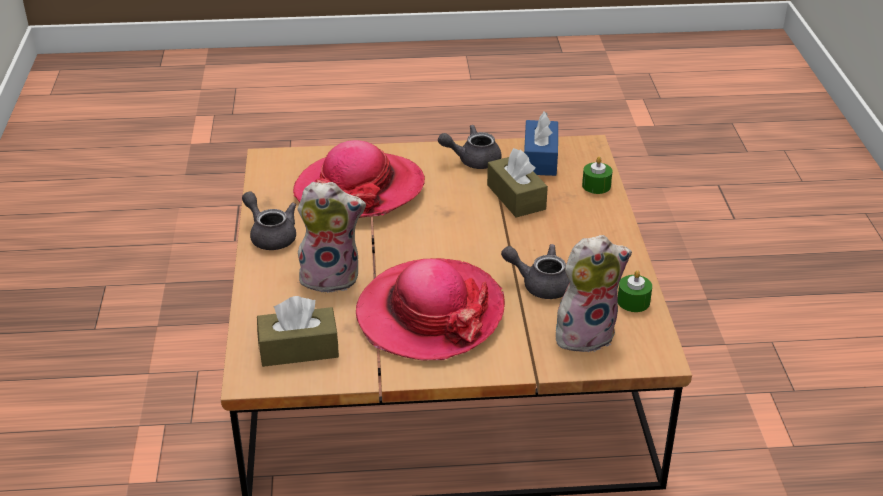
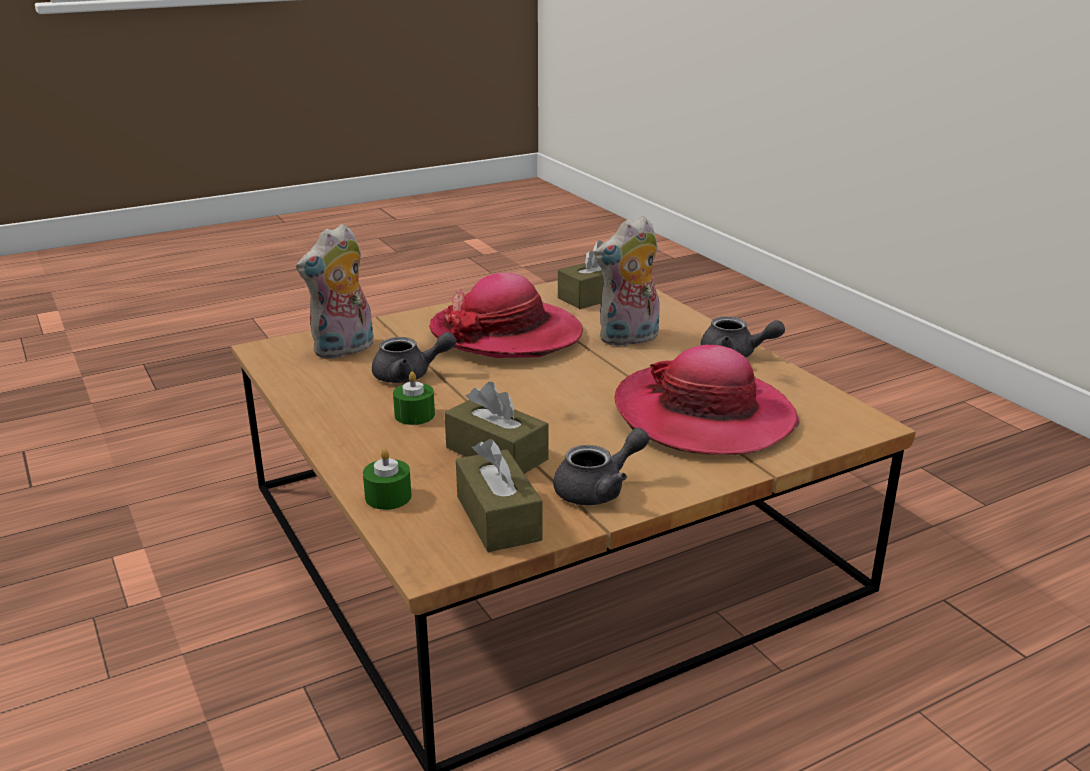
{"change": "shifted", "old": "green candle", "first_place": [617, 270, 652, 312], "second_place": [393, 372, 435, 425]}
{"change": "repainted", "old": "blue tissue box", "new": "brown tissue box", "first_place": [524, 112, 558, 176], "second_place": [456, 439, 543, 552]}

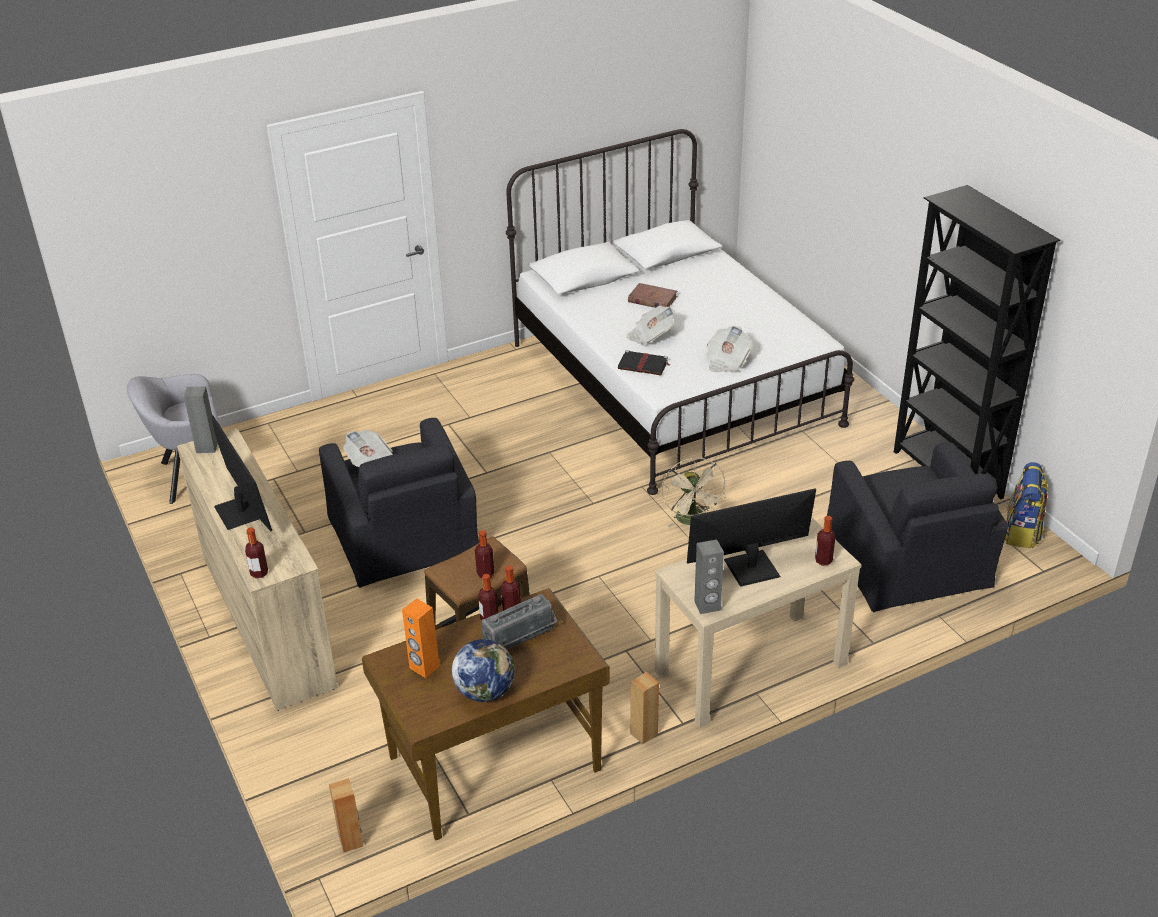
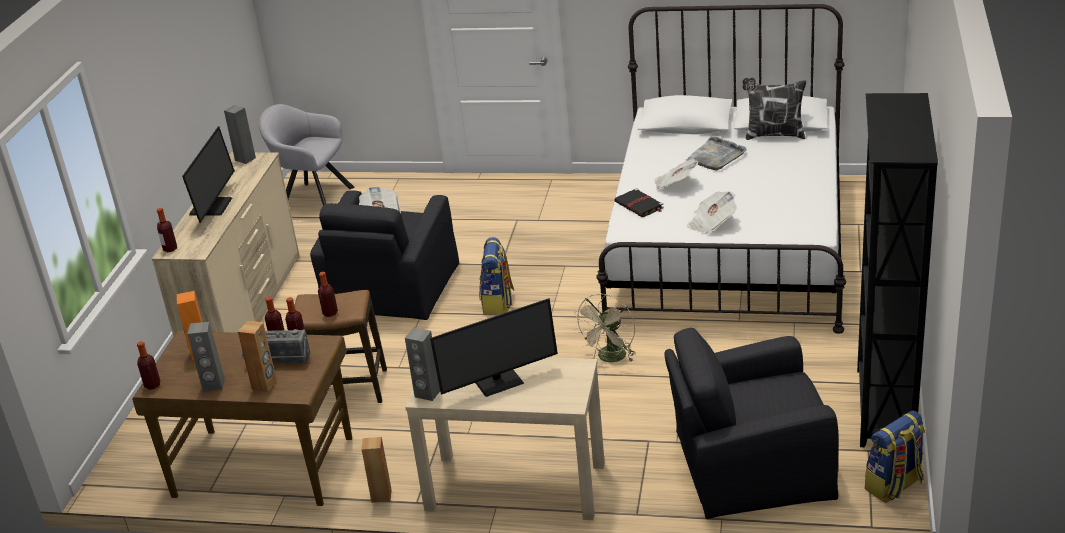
{"change": "new", "new": "backpack", "second_place": [479, 237, 514, 314]}
{"change": "new", "new": "pillow", "second_place": [743, 78, 806, 140]}
{"change": "shifted", "old": "brown speaker", "first_place": [329, 778, 363, 852], "second_place": [238, 321, 277, 392]}
{"change": "shifted", "old": "bottle", "first_place": [815, 516, 835, 565], "second_place": [137, 341, 161, 390]}
{"change": "swapped", "old": "globe", "new": "grey speaker", "first_place": [452, 639, 515, 702], "second_place": [187, 322, 225, 391]}
{"change": "swapped", "old": "brown book", "new": "grey tray", "first_place": [628, 283, 677, 308], "second_place": [686, 136, 747, 170]}
{"change": "rotated", "old": "monitor", "first_place": [687, 488, 816, 587], "second_place": [430, 298, 558, 397], "degrees": 135}
{"change": "rotated", "old": "black armchair", "first_place": [827, 442, 1008, 612], "second_place": [664, 328, 838, 519], "degrees": 60}

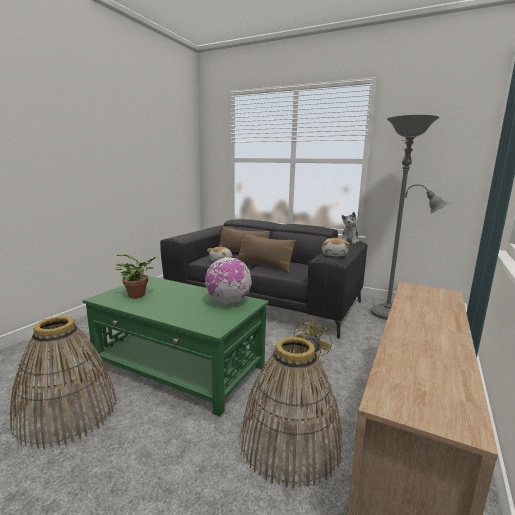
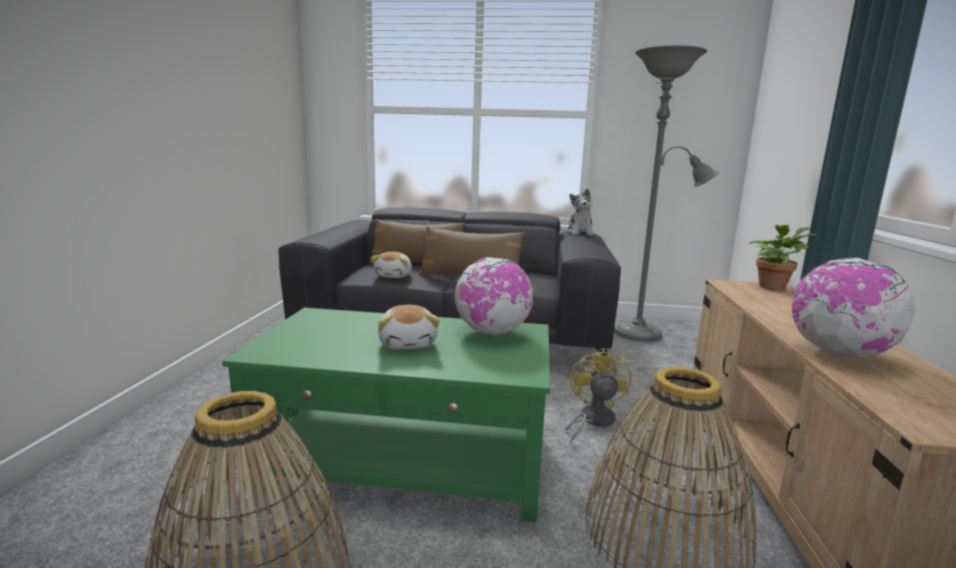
{"change": "new", "new": "globe", "second_place": [792, 258, 916, 358]}
{"change": "shifted", "old": "potted plant", "first_place": [115, 254, 159, 298], "second_place": [749, 224, 816, 290]}
{"change": "shifted", "old": "plush toy", "first_place": [322, 238, 350, 256], "second_place": [378, 305, 440, 350]}

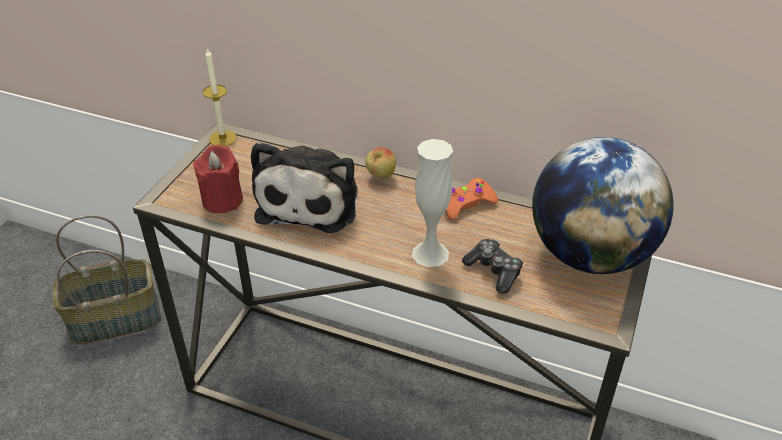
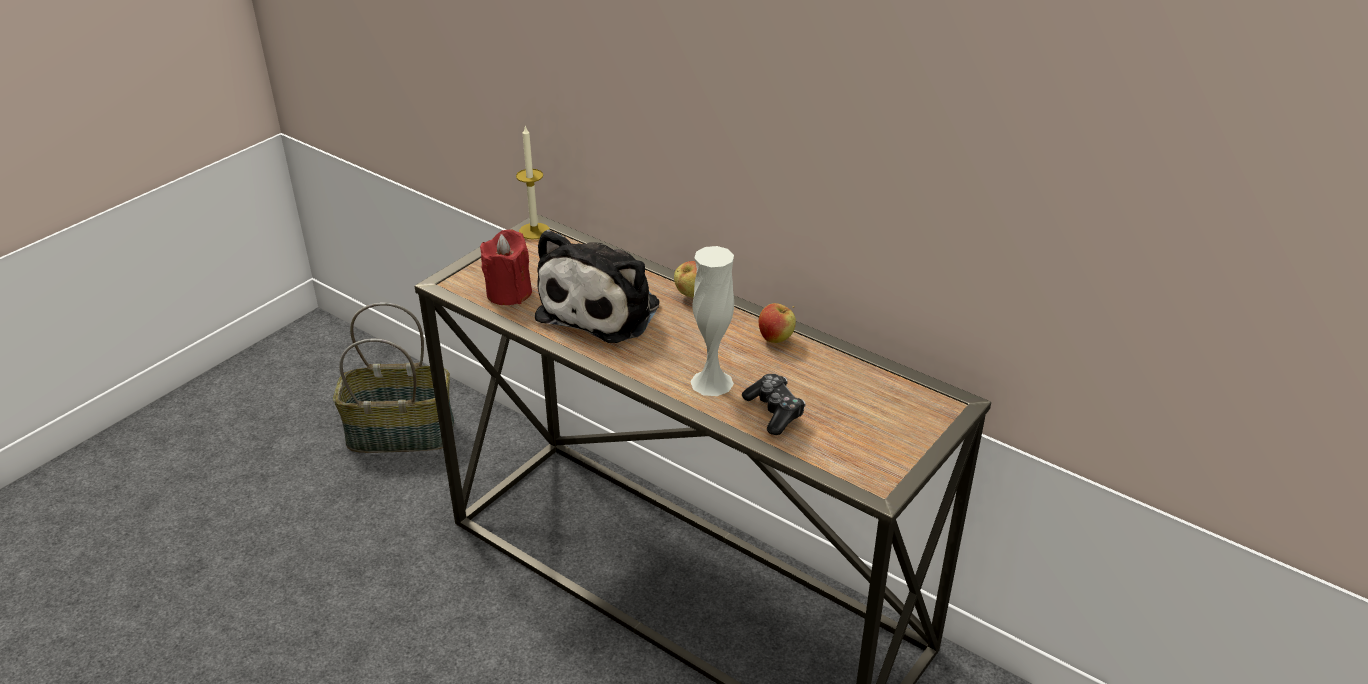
{"change": "gone", "old": "globe", "first_place": [532, 137, 674, 274]}
{"change": "swapped", "old": "orange game controller", "new": "apple", "first_place": [446, 178, 498, 220], "second_place": [759, 303, 796, 343]}

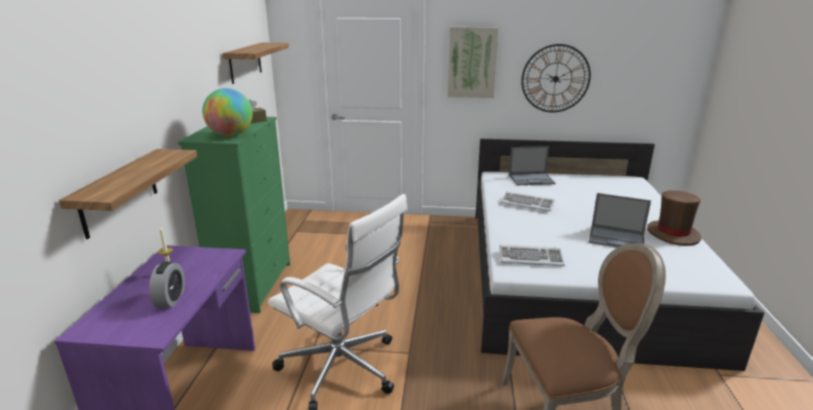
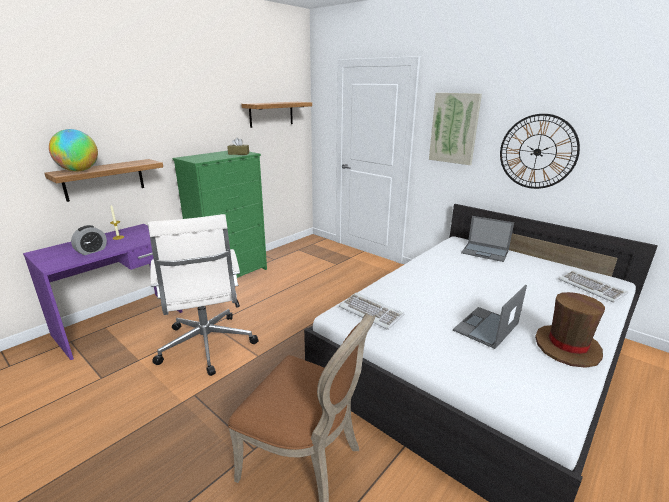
{"change": "shifted", "old": "globe", "first_place": [202, 88, 253, 136], "second_place": [49, 129, 98, 171]}
{"change": "shifted", "old": "keyboard", "first_place": [501, 192, 555, 211], "second_place": [559, 270, 628, 303]}
{"change": "rotated", "old": "laptop", "first_place": [589, 193, 651, 248], "second_place": [453, 285, 527, 349], "degrees": 75}

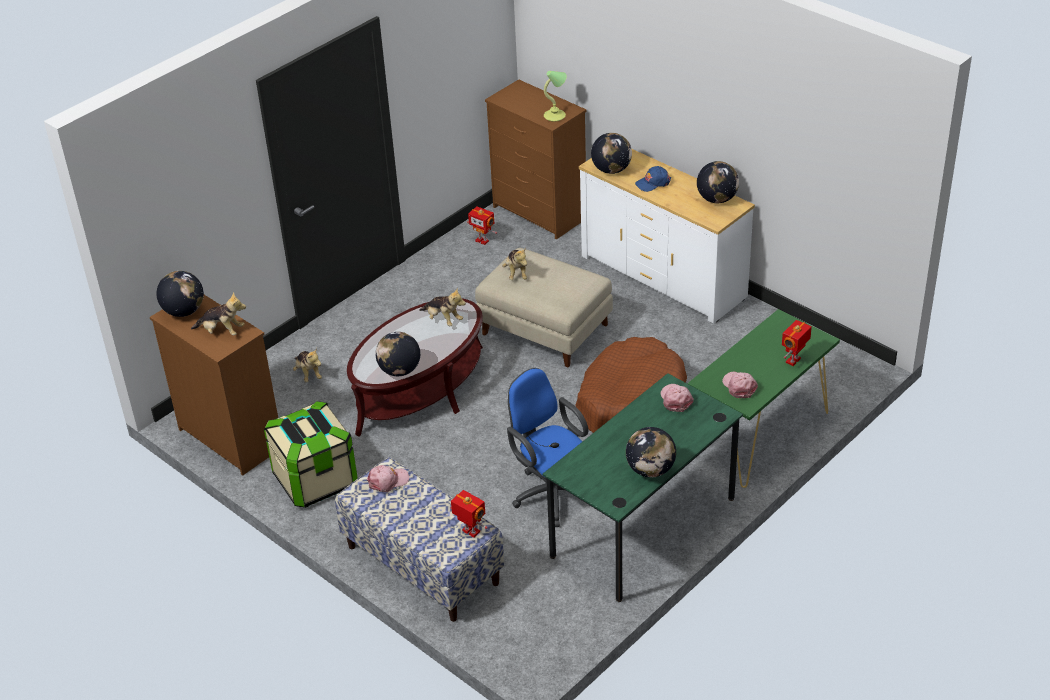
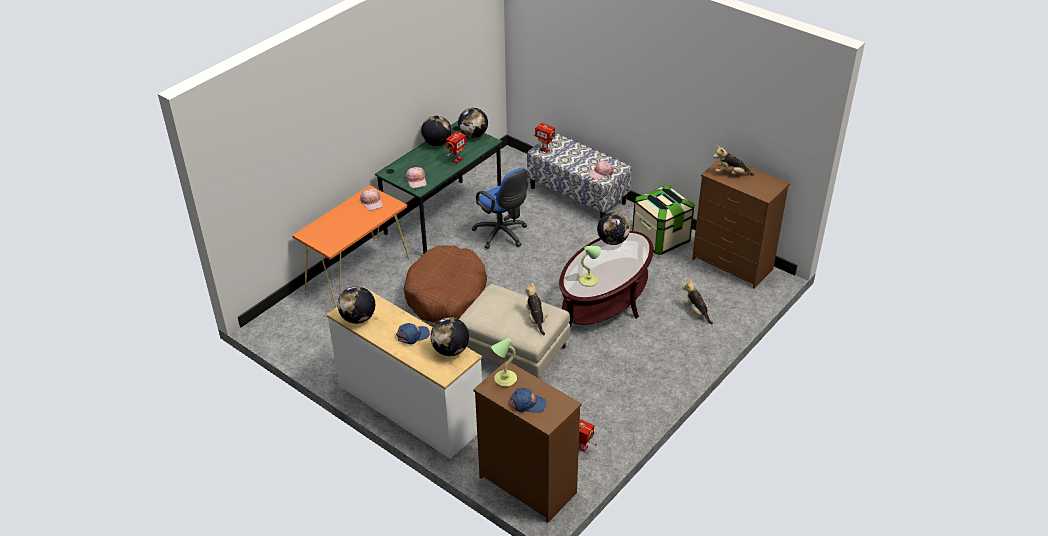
{"change": "new", "new": "blue cap", "second_place": [510, 388, 546, 413]}
{"change": "shifted", "old": "globe", "first_place": [156, 271, 204, 317], "second_place": [458, 108, 488, 138]}
{"change": "shifted", "old": "toy robot", "first_place": [782, 320, 812, 366], "second_place": [446, 131, 466, 164]}
{"change": "swapped", "old": "plush toy", "new": "table lamp", "first_place": [419, 287, 466, 326], "second_place": [579, 246, 601, 286]}
{"change": "repainted", "old": "green console table", "new": "orange console table", "first_place": [687, 309, 840, 488], "second_place": [292, 185, 409, 308]}

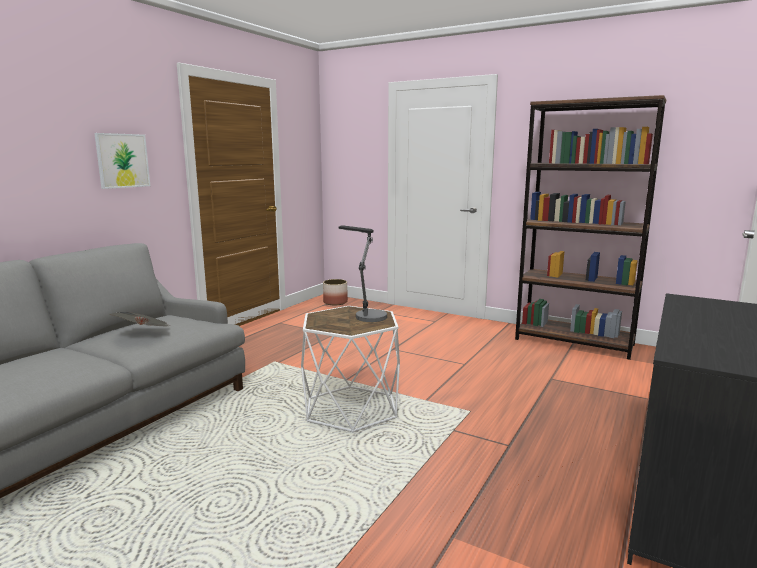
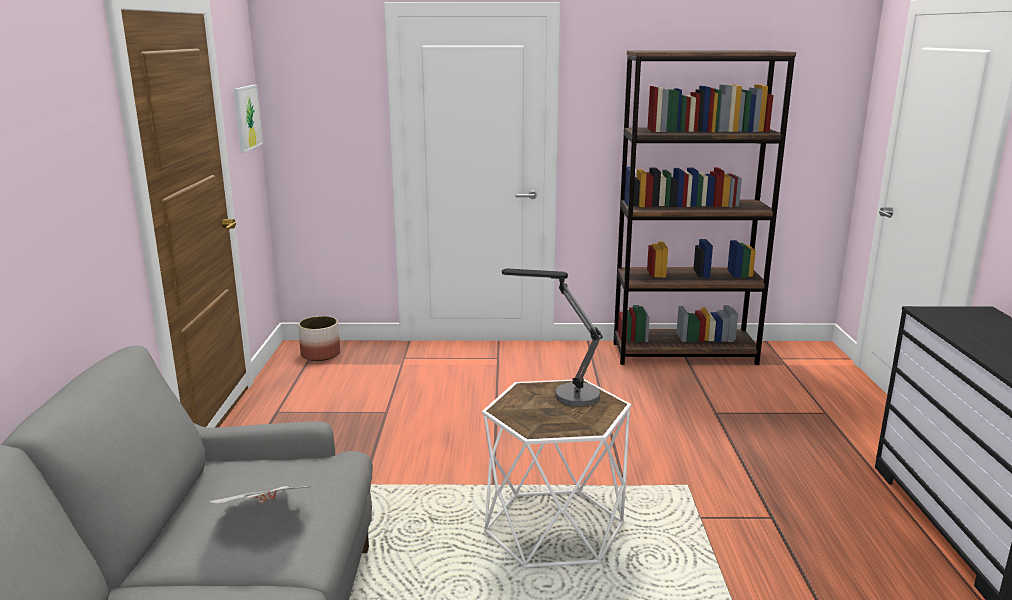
{"change": "shifted", "old": "picture", "first_place": [94, 133, 150, 189], "second_place": [234, 85, 263, 153]}

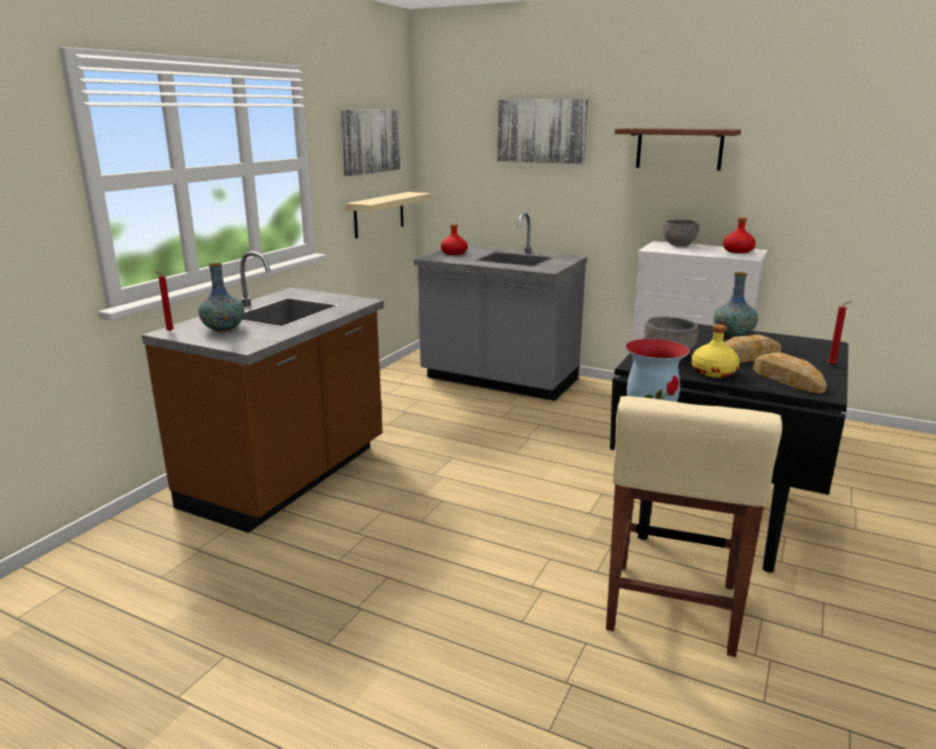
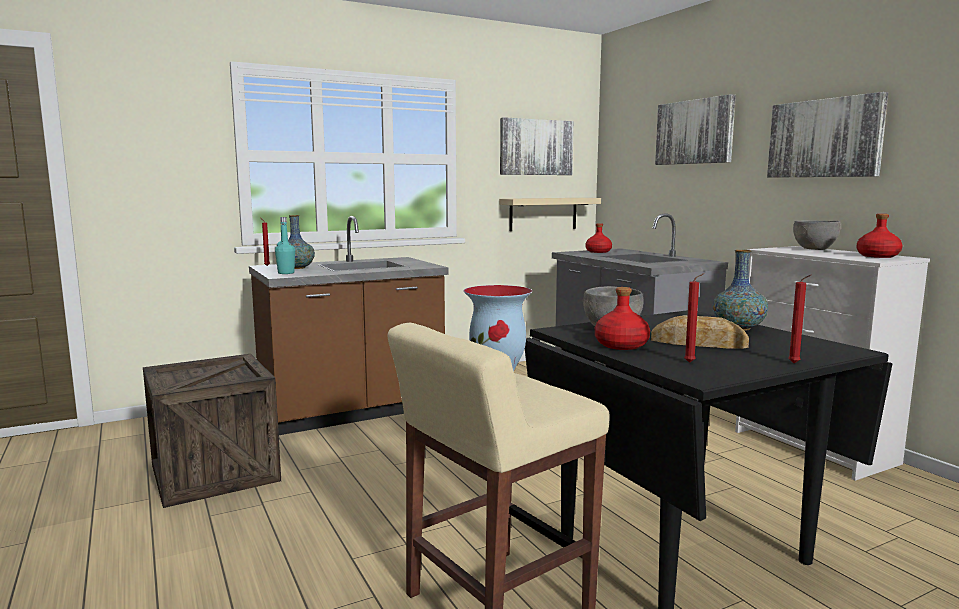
{"change": "new", "new": "crate", "second_place": [143, 354, 281, 508]}
{"change": "new", "new": "turquoise bottle", "second_place": [275, 217, 295, 274]}
{"change": "swapped", "old": "shelf", "new": "picture", "first_place": [615, 128, 741, 171], "second_place": [767, 92, 889, 178]}
{"change": "swapped", "old": "bread", "new": "red candle", "first_place": [753, 352, 827, 394], "second_place": [684, 273, 705, 363]}
{"change": "repainted", "old": "yellow bottle", "new": "red bottle", "first_place": [691, 324, 740, 378], "second_place": [595, 287, 650, 350]}

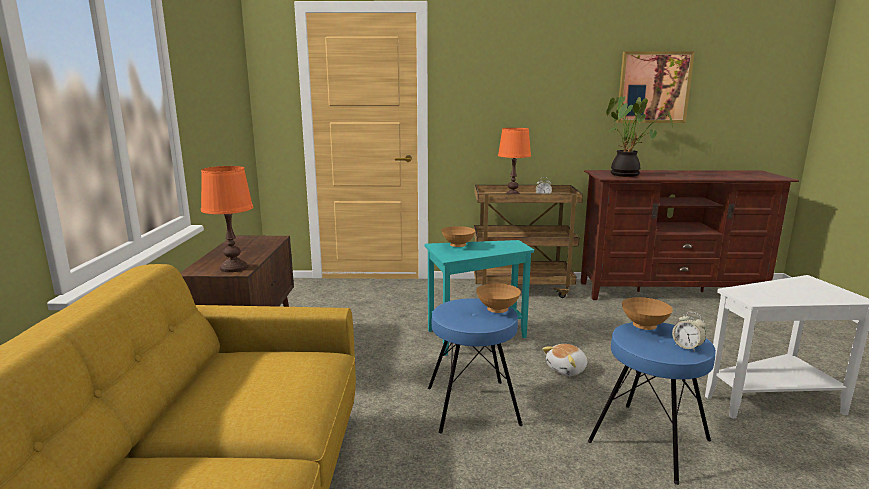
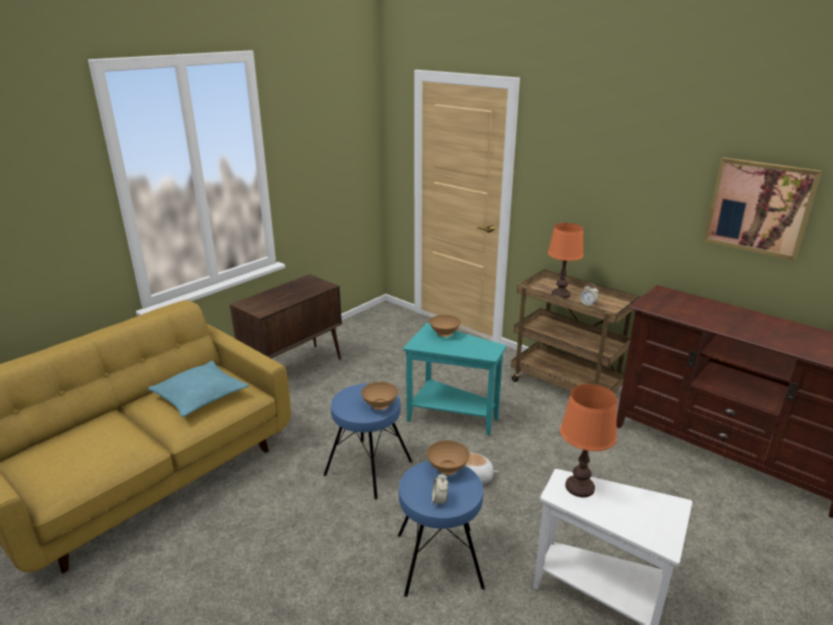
{"change": "gone", "old": "potted plant", "first_place": [606, 96, 673, 177]}
{"change": "new", "new": "turquoise pillow", "second_place": [148, 361, 249, 417]}
{"change": "shifted", "old": "orange table lamp", "first_place": [201, 166, 253, 272], "second_place": [560, 384, 617, 497]}

